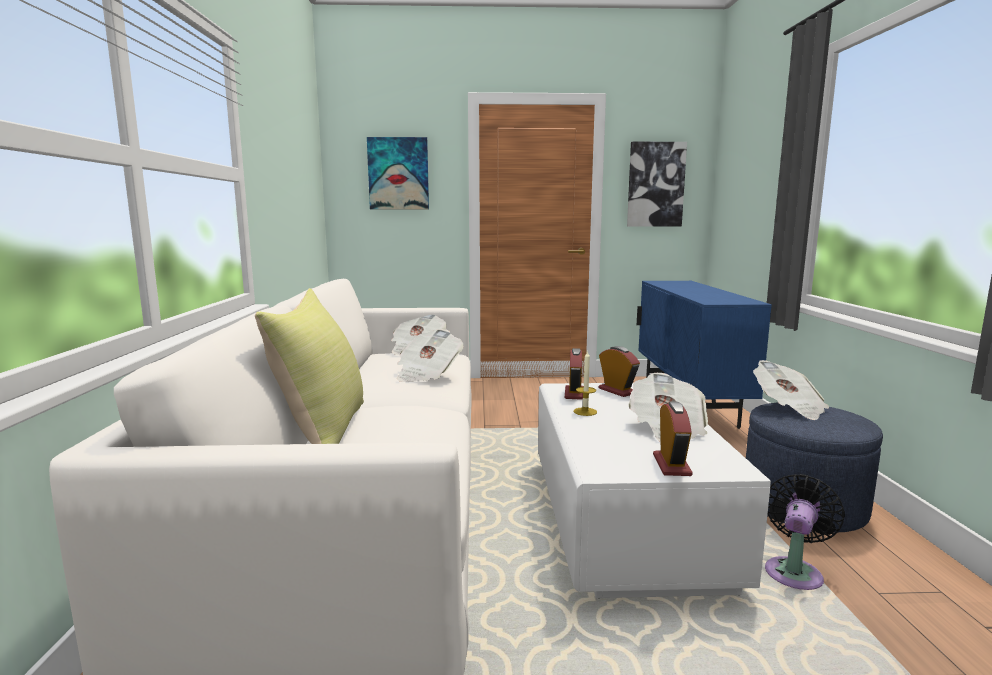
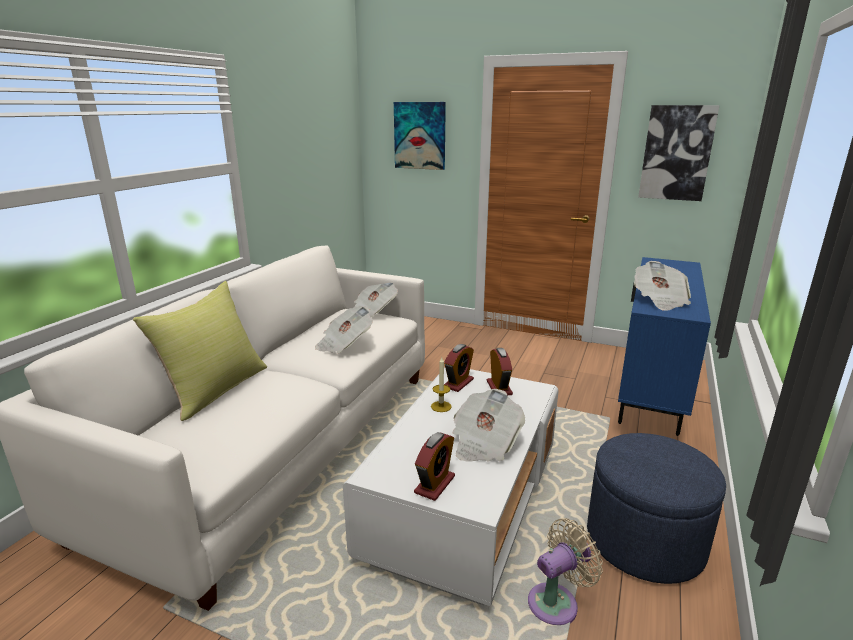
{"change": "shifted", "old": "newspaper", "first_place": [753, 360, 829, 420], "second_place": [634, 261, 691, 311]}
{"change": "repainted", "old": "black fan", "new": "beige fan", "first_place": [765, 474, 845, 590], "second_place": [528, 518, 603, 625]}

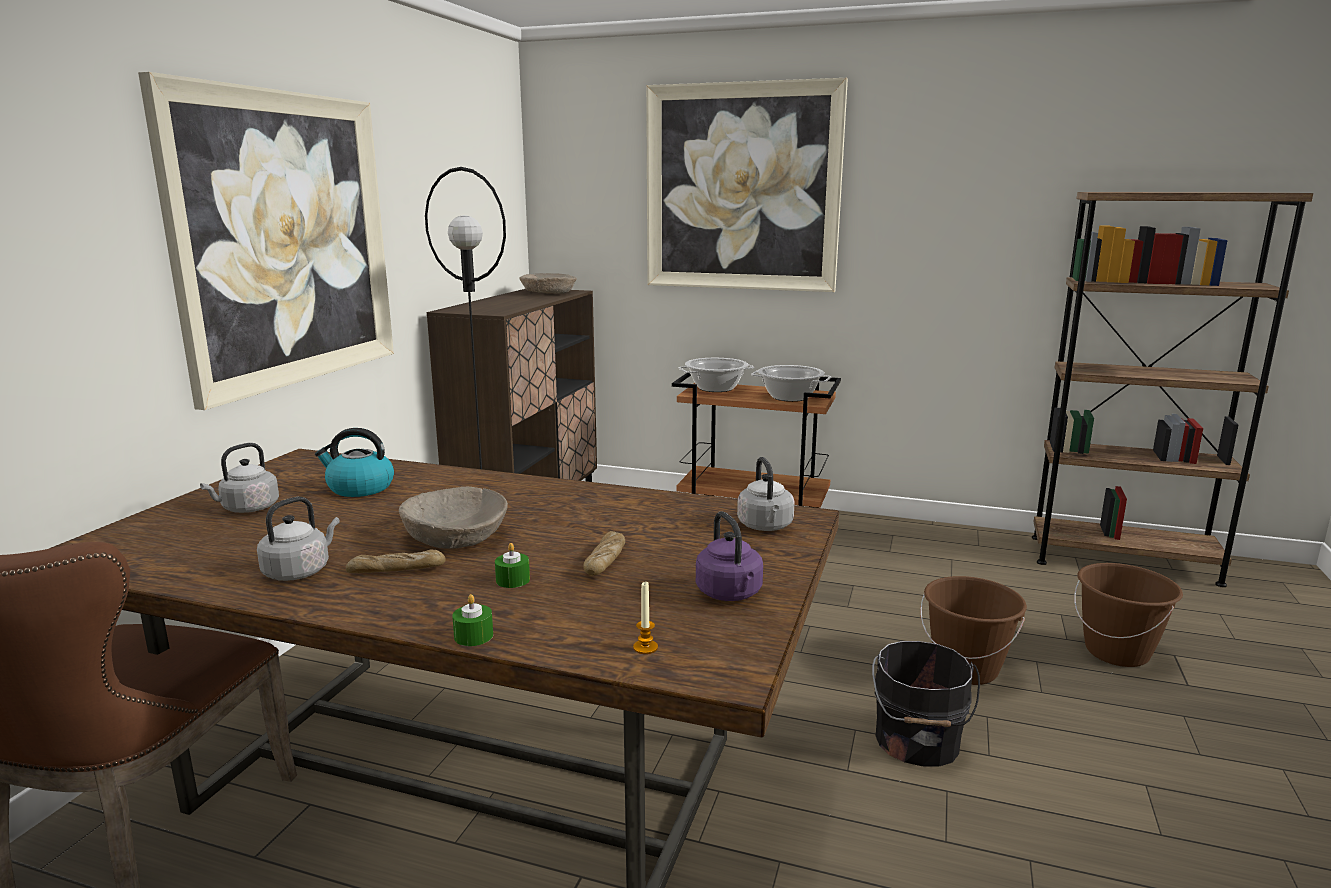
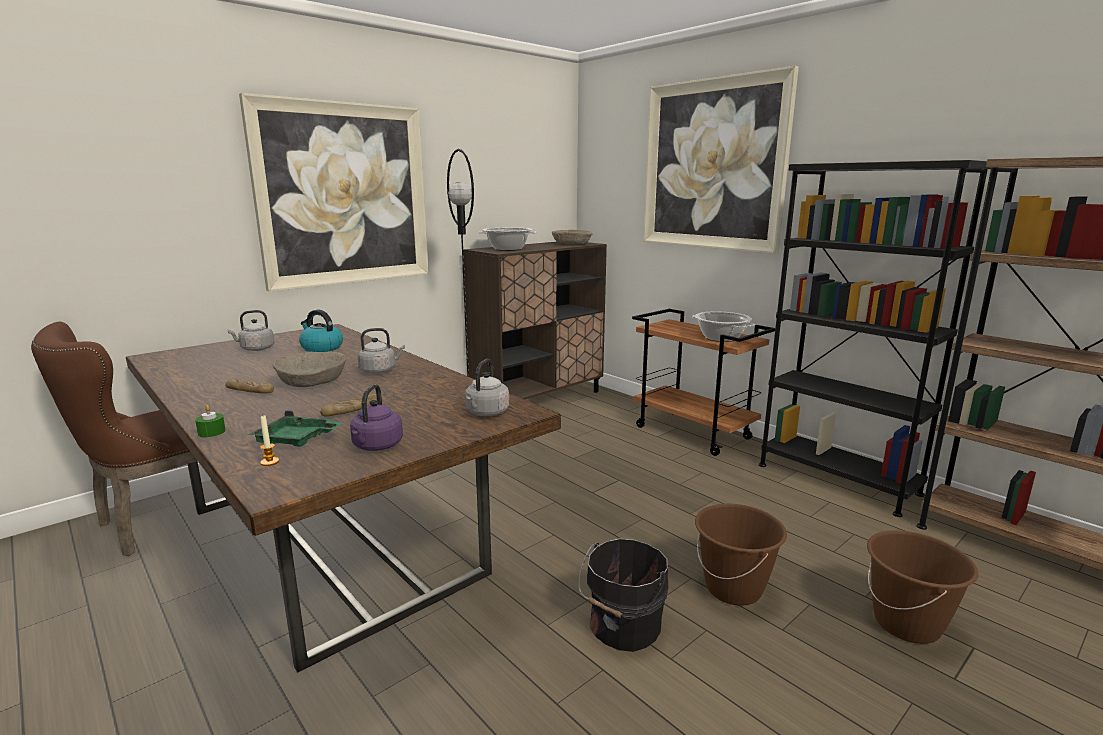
{"change": "gone", "old": "green candle", "first_place": [495, 543, 530, 588]}
{"change": "new", "new": "green tray", "second_place": [248, 410, 343, 447]}
{"change": "new", "new": "black bookcase", "second_place": [759, 160, 991, 517]}
{"change": "shifted", "old": "grey kettle", "first_place": [257, 497, 340, 581], "second_place": [358, 328, 405, 374]}
{"change": "shifted", "old": "cooking pot", "first_place": [679, 358, 754, 392], "second_place": [478, 228, 537, 251]}

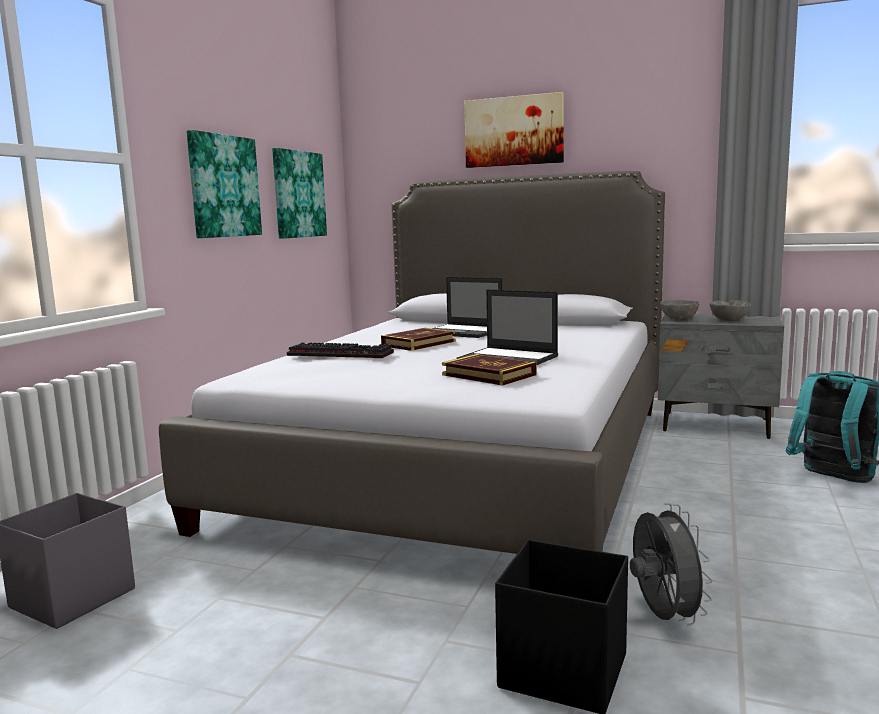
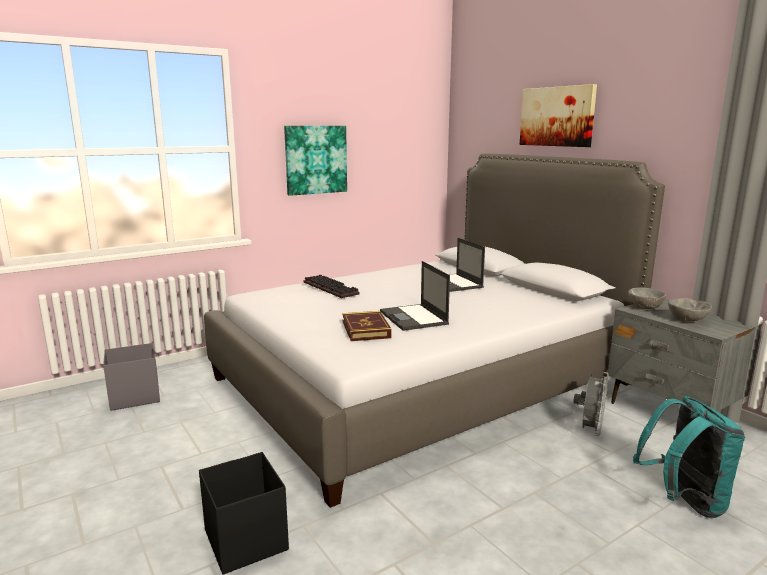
{"change": "gone", "old": "picture", "first_place": [272, 148, 327, 239]}
{"change": "gone", "old": "book", "first_place": [381, 328, 456, 351]}
{"change": "shifted", "old": "grey fan", "first_place": [630, 503, 713, 626], "second_place": [573, 372, 608, 436]}

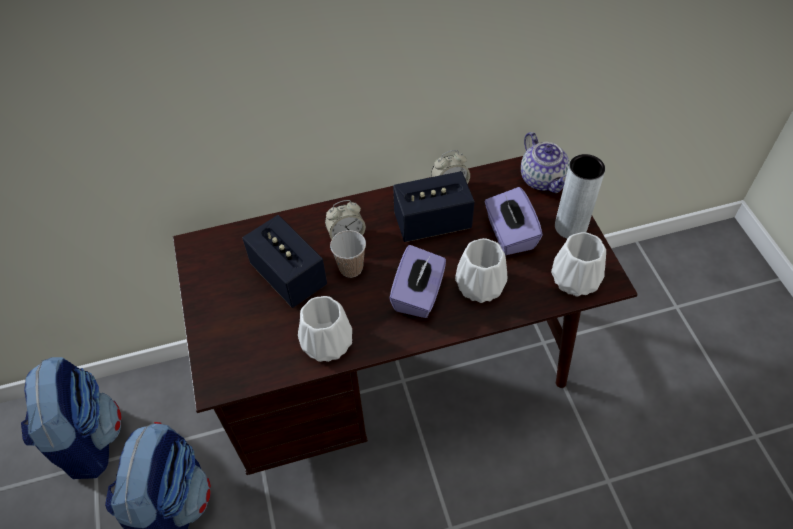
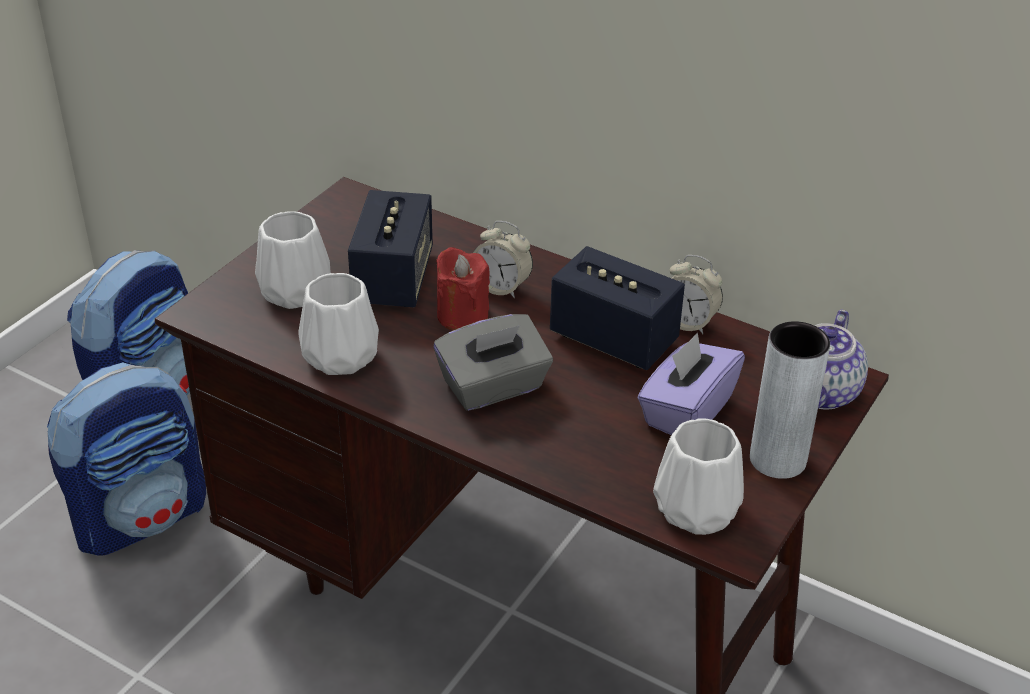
{"change": "shifted", "old": "white vase", "first_place": [455, 238, 507, 303], "second_place": [255, 211, 331, 309]}
{"change": "swapped", "old": "cup", "new": "red candle", "first_place": [330, 230, 366, 278], "second_place": [436, 247, 490, 330]}
{"change": "repainted", "old": "purple tissue box", "new": "grey tissue box", "first_place": [389, 245, 446, 318], "second_place": [434, 314, 553, 411]}

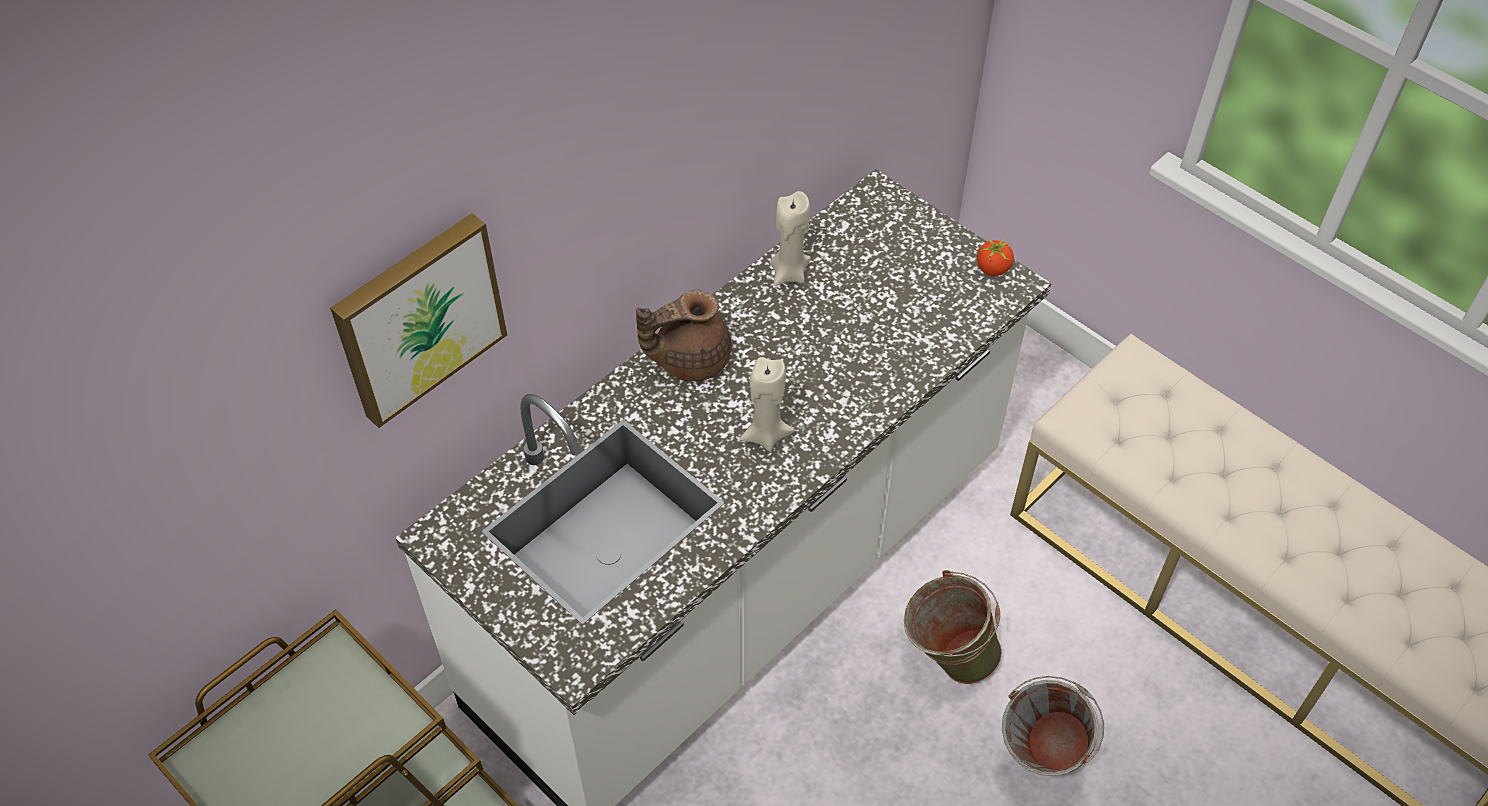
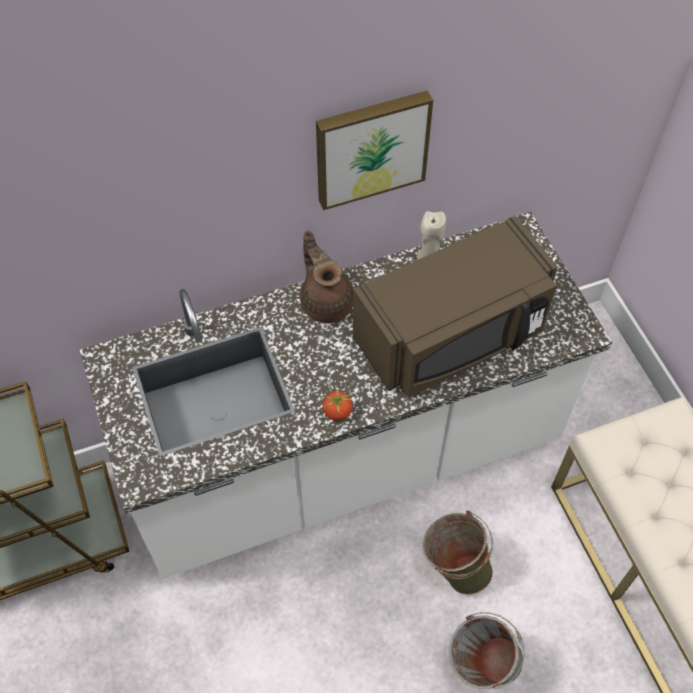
{"change": "gone", "old": "beige candle", "first_place": [740, 357, 795, 452]}
{"change": "new", "new": "brown microwave", "second_place": [353, 216, 558, 398]}
{"change": "shifted", "old": "picture", "first_place": [330, 213, 507, 428], "second_place": [316, 90, 433, 210]}
{"change": "shifted", "old": "tomato", "first_place": [977, 237, 1014, 276], "second_place": [320, 388, 354, 421]}
{"change": "rotated", "old": "brown teapot", "first_place": [636, 290, 731, 381], "second_place": [300, 230, 353, 323], "degrees": 60}

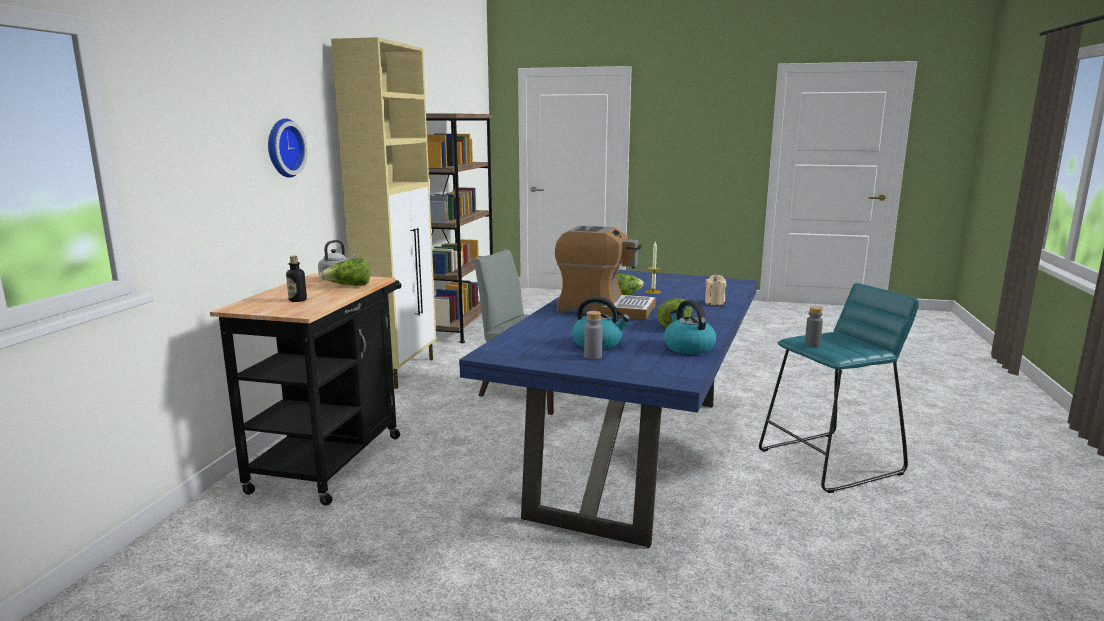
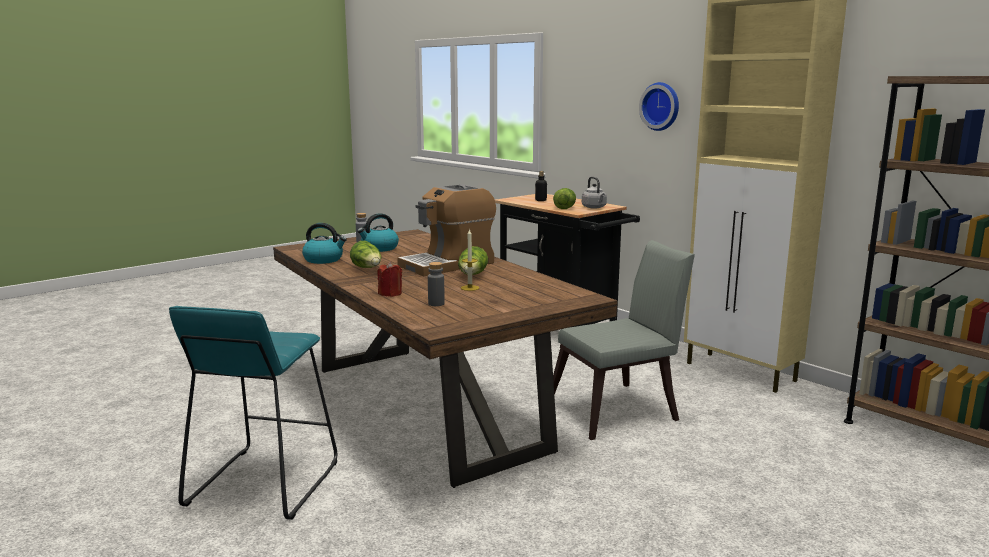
{"change": "shifted", "old": "grey bottle", "first_place": [805, 307, 823, 347], "second_place": [428, 262, 445, 306]}
{"change": "repainted", "old": "blue dining table", "new": "brown dining table", "first_place": [459, 270, 757, 548], "second_place": [273, 229, 618, 488]}
{"change": "repainted", "old": "beige candle", "new": "red candle", "first_place": [705, 274, 726, 305], "second_place": [378, 262, 402, 297]}

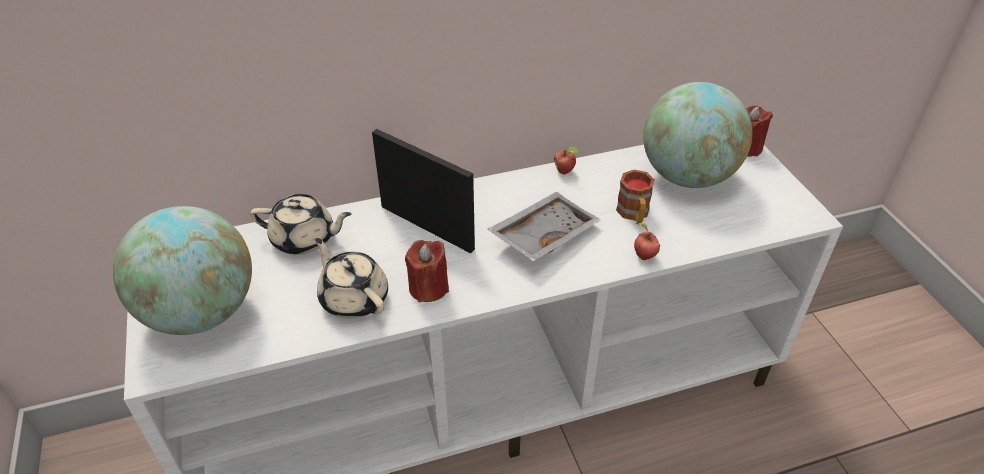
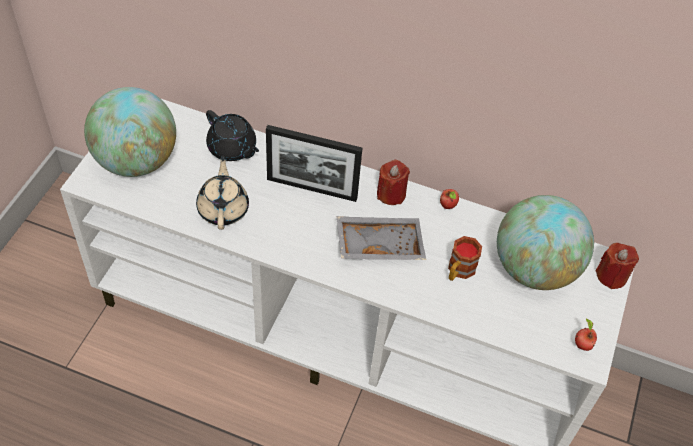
{"change": "shifted", "old": "red candle", "first_place": [405, 240, 449, 302], "second_place": [377, 160, 410, 205]}
{"change": "shifted", "old": "apple", "first_place": [634, 223, 660, 260], "second_place": [575, 318, 597, 351]}
{"change": "repainted", "old": "beige teapot", "new": "black teapot", "first_place": [250, 194, 352, 255], "second_place": [206, 110, 259, 161]}
{"change": "rotated", "old": "picture frame", "first_place": [372, 129, 475, 253], "second_place": [266, 125, 362, 202], "degrees": 120}

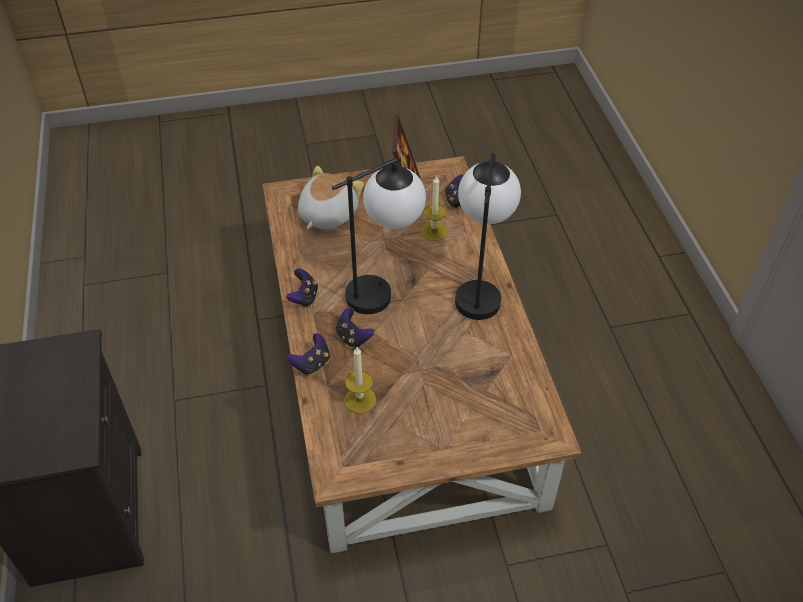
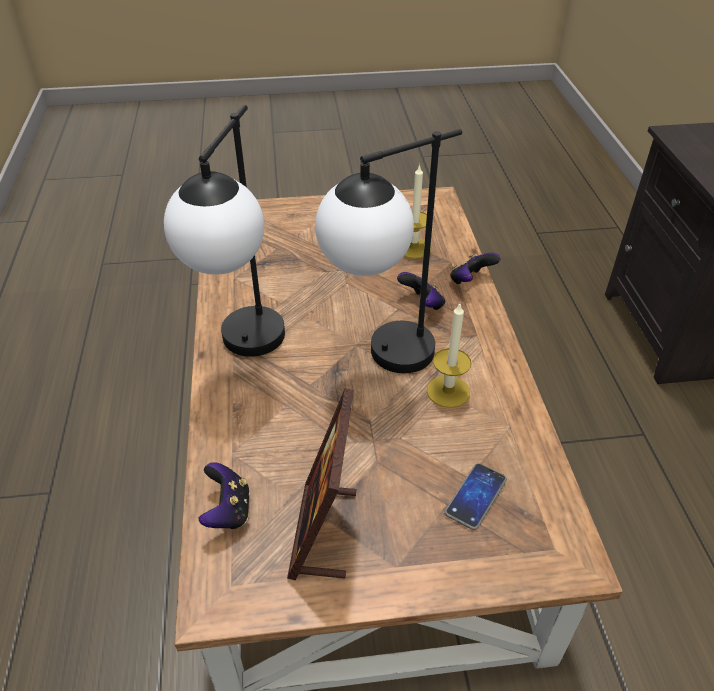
{"change": "gone", "old": "game controller", "first_place": [286, 268, 318, 307]}
{"change": "shifted", "old": "candle", "first_place": [421, 175, 448, 241], "second_place": [427, 304, 471, 408]}
{"change": "swapped", "old": "plush toy", "new": "phone", "first_place": [298, 166, 364, 230], "second_place": [445, 463, 507, 530]}

